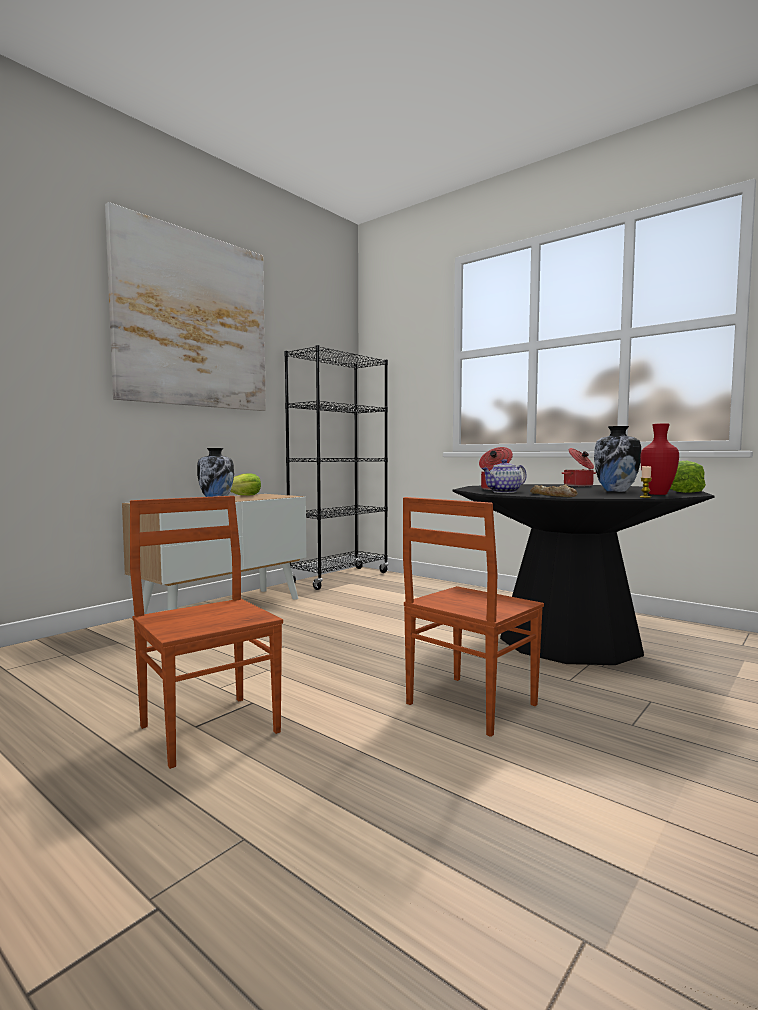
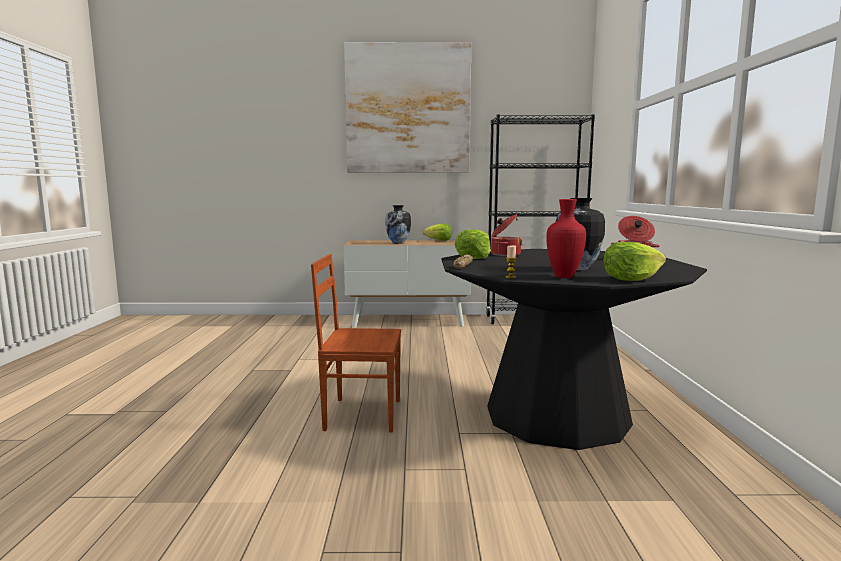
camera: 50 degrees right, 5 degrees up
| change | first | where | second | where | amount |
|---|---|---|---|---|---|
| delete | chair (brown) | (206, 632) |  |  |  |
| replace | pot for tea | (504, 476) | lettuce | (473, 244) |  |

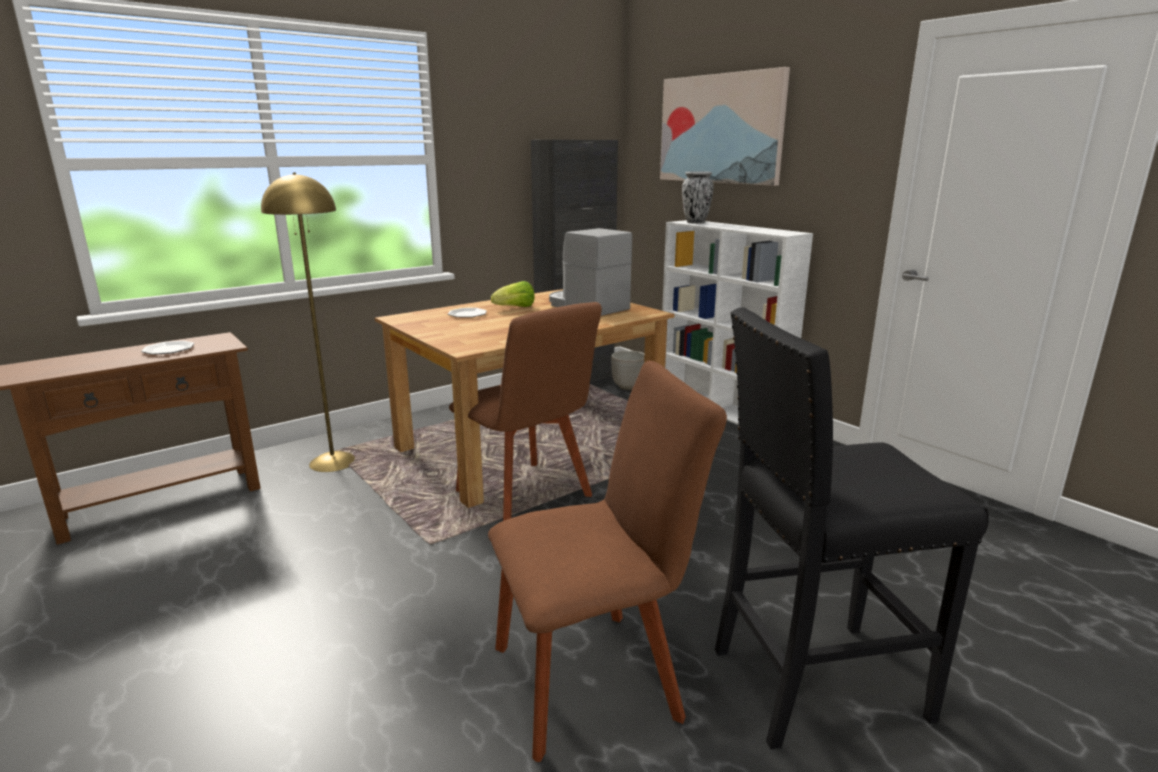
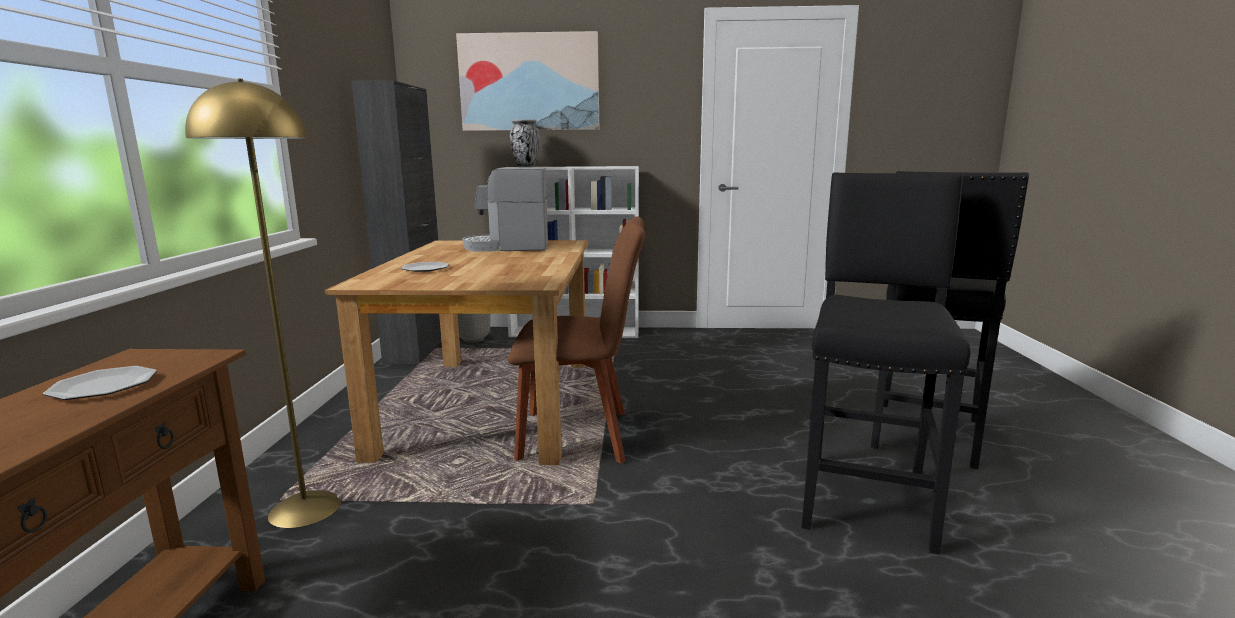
camera: 50 degrees left, 5 degrees down
| change | first | where | second | where | amount |
|---|---|---|---|---|---|
| delete | lettuce | (513, 294) |  |  |  |
| replace | chair (brown) | (607, 561) | stool (blackish) | (885, 363) |  |

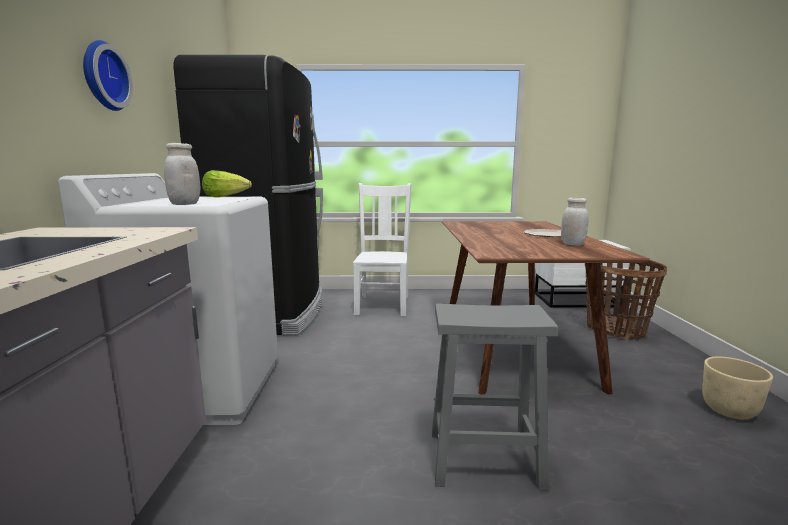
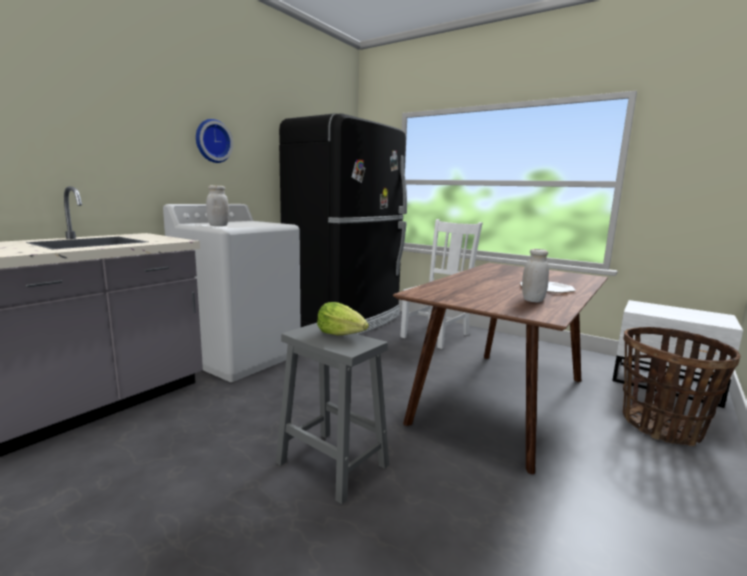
camera: 35 degrees right, 0 degrees up
| change | first | where | second | where | amount |
|---|---|---|---|---|---|
| delete | flower pot (sand-coloured) | (737, 388) |  |  |  |
| move | lettuce | (227, 183) |  | (343, 318) |  |

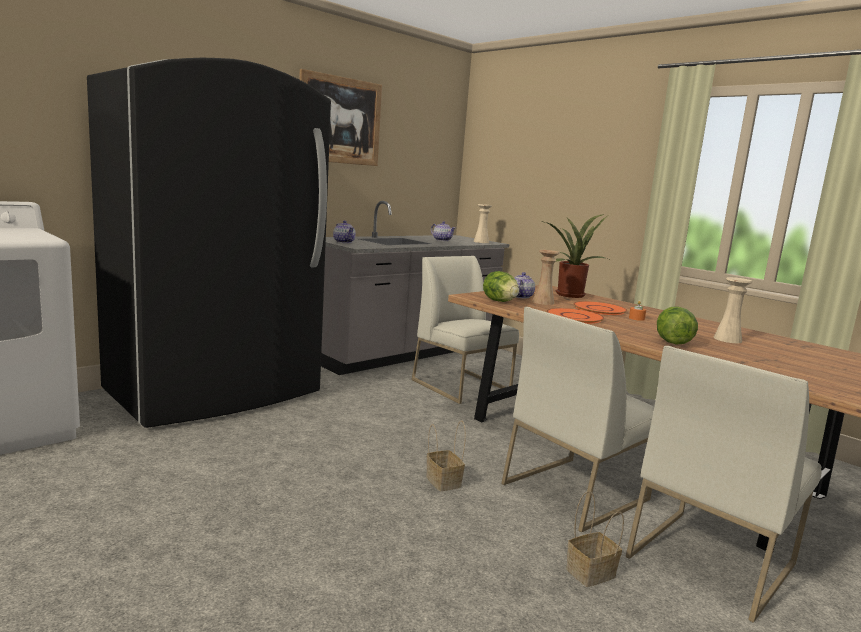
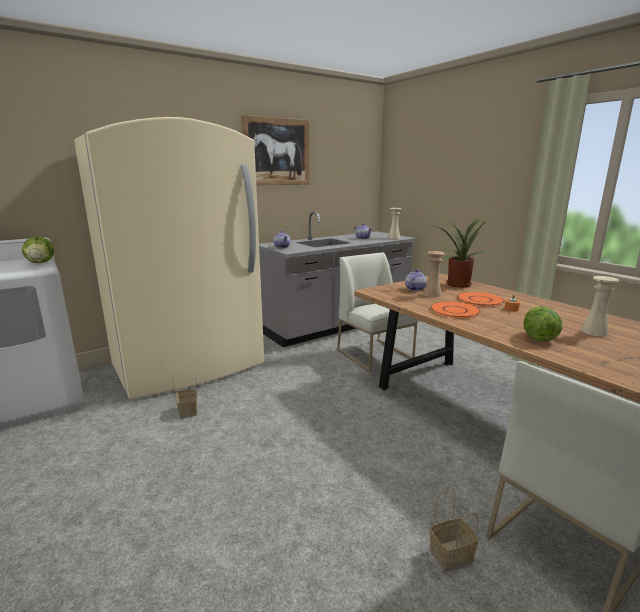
camera: 10 degrees right, 5 degrees up
| change | first | where | second | where | amount |
|---|---|---|---|---|---|
| delete | chair (white-coloured) | (577, 419) |  |  |  |
| move | household basket | (446, 456) |  | (184, 394) |  |
| move | lettuce | (501, 286) |  | (38, 249) |  |
| recolor | fridge (blackish) | (209, 243) | fridge (sand-coloured) | (169, 258) |  |

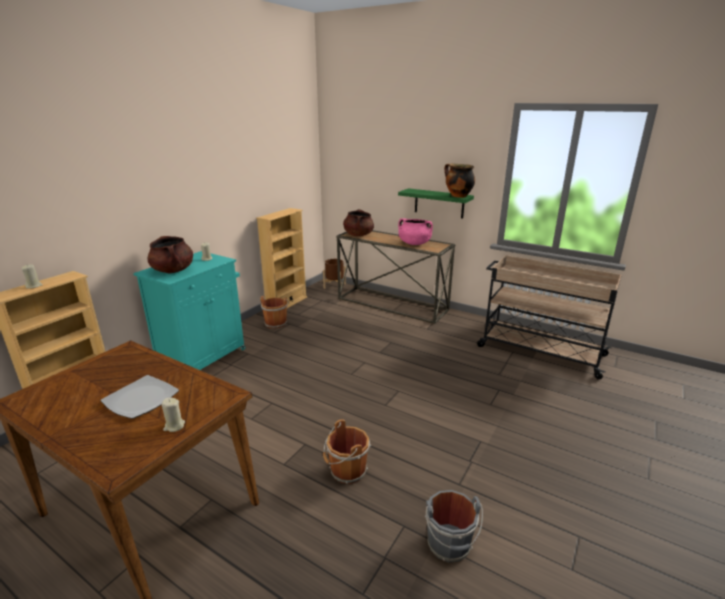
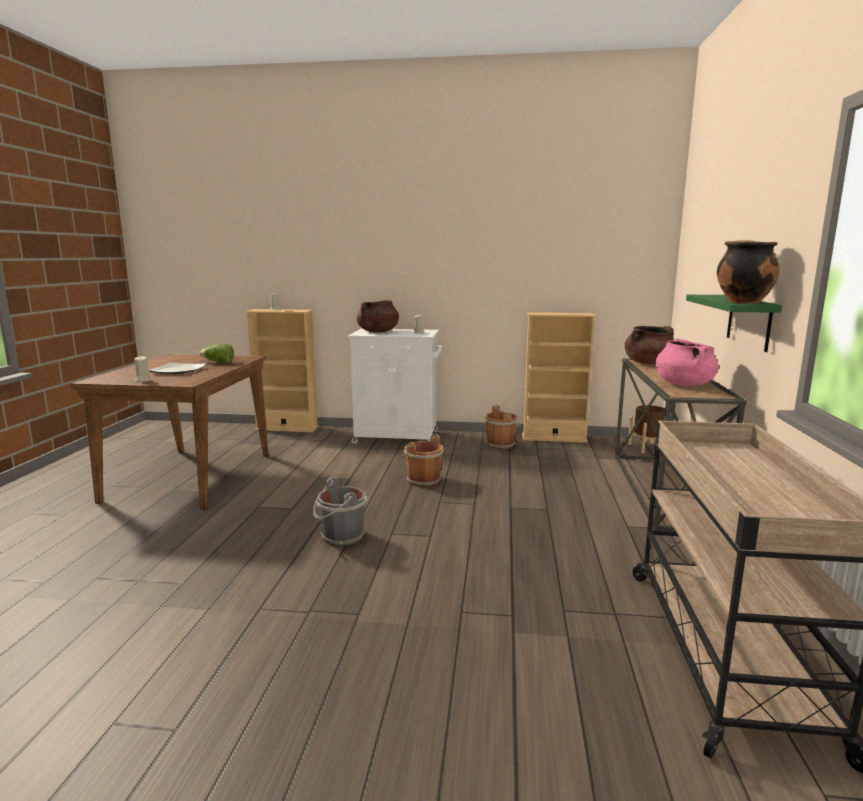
camera: 65 degrees right, 10 degrees down
| change | first | where | second | where | amount |
|---|---|---|---|---|---|
| insert |  |  | lettuce | (216, 353) |  |
| move | bucket (brown) | (347, 451) |  | (422, 460) |  |
| move | bucket (greyish) | (454, 526) |  | (340, 511) |  |
| recolor | cabinet (turquoise-coloured) | (189, 310) | cabinet (white-coloured) | (395, 386) |  |

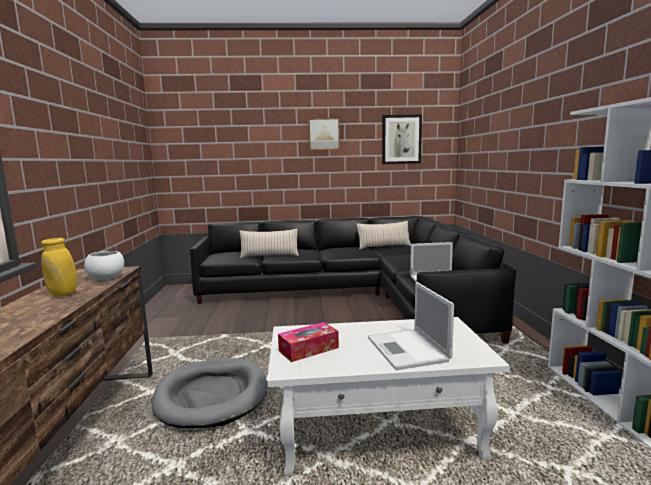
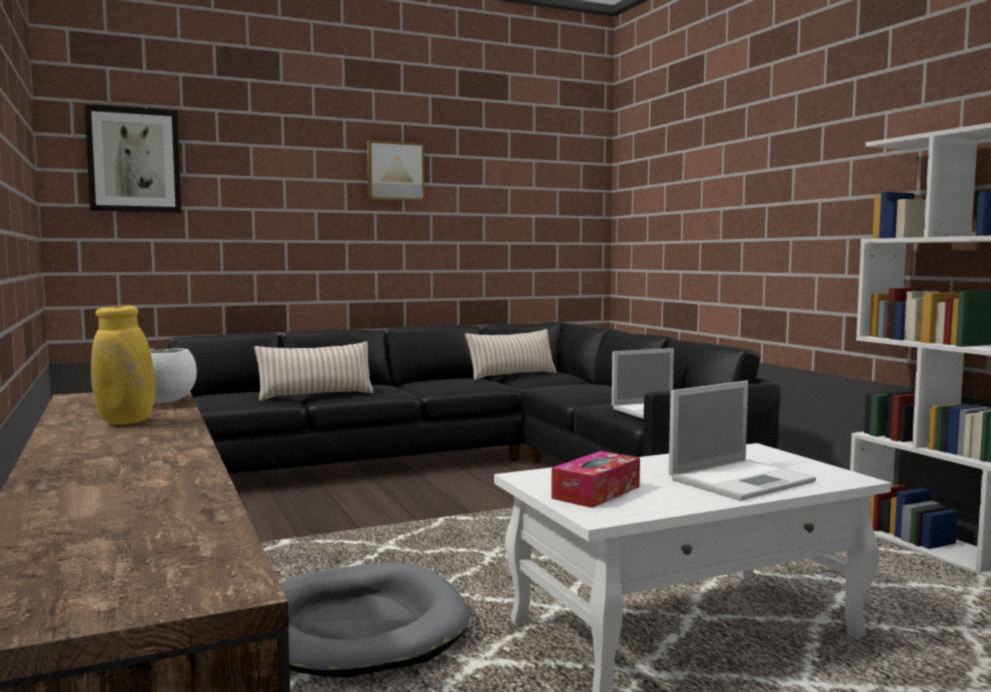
camera: 20 degrees left, 5 degrees down
| change | first | where | second | where | amount |
|---|---|---|---|---|---|
| move | wall picture | (402, 139) |  | (133, 159) |  |
| rotate | notebook computer | (411, 326) |  | (742, 441) | 90 degrees counterclockwise |

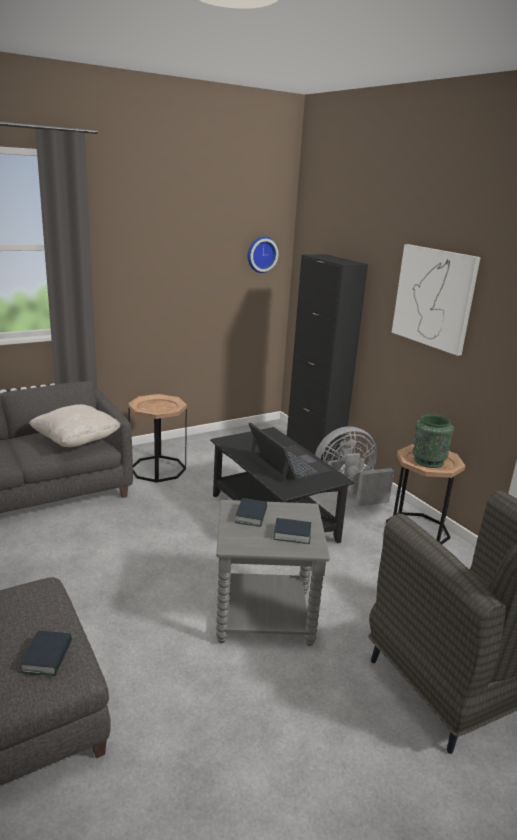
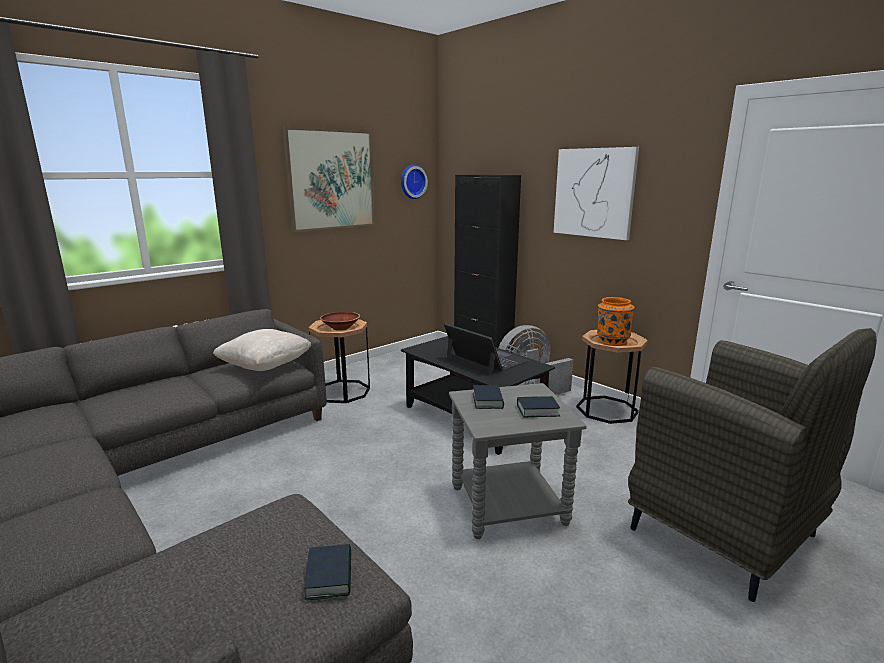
camera: 10 degrees left, 5 degrees down
| change | first | where | second | where | amount |
|---|---|---|---|---|---|
| insert |  |  | wall picture | (329, 179) |  |
| insert |  |  | deep dish (brown) | (340, 321) |  |
| recolor | vase (green) | (433, 441) | vase (orange-coloured) | (615, 321) |  |

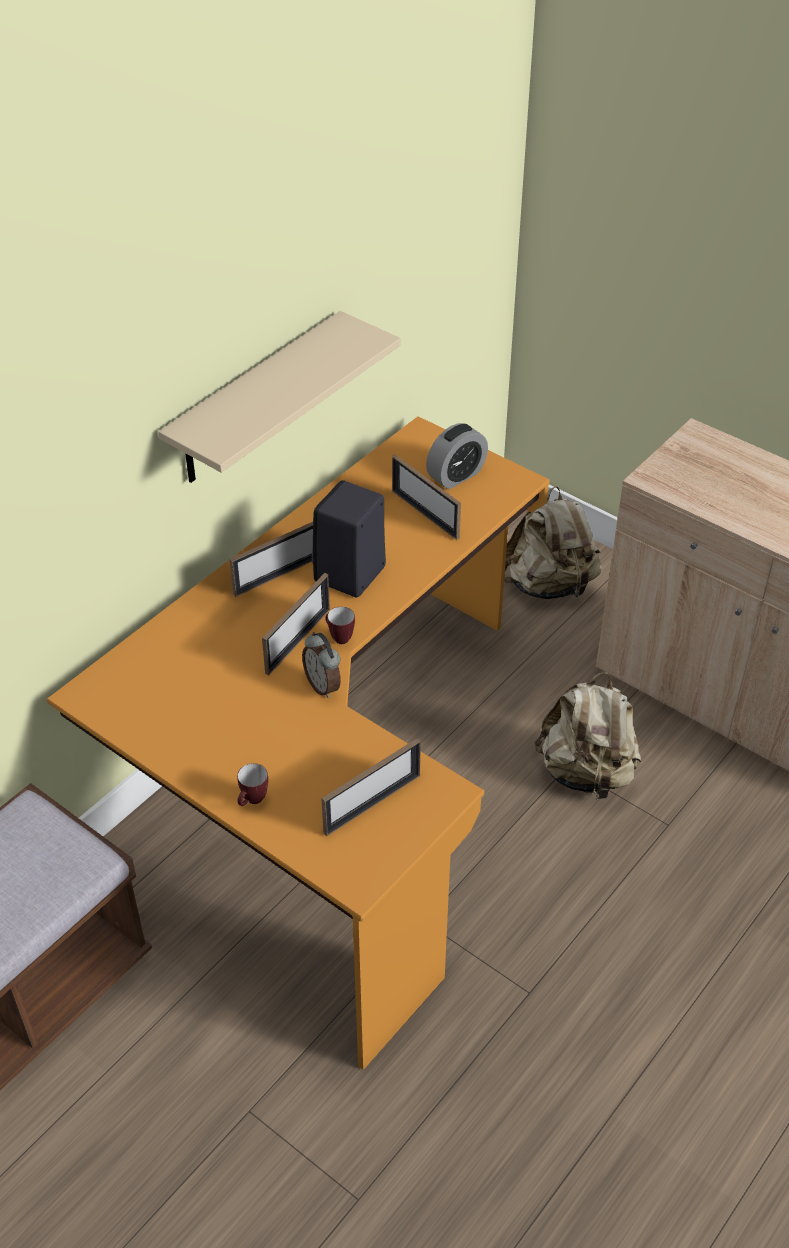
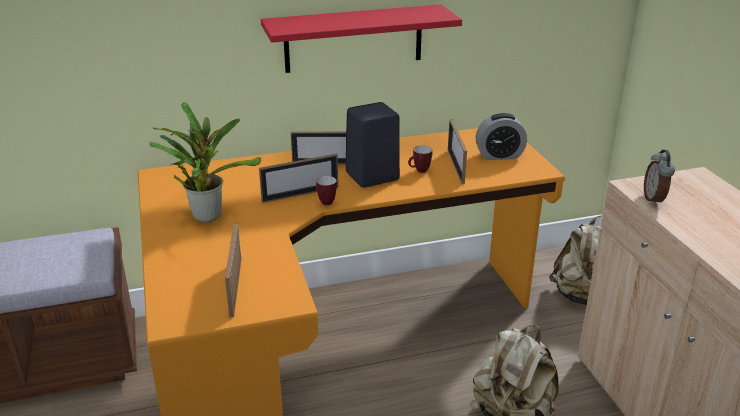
camera: 35 degrees right, 15 degrees down
| change | first | where | second | where | amount |
|---|---|---|---|---|---|
| insert |  |  | potted plant | (205, 162) |  |
| move | mug | (252, 784) |  | (420, 159) |  |
| move | bedside clock | (321, 665) |  | (659, 178) |  |
| recolor | shelf (sand-coloured) | (279, 397) | shelf (reddish) | (361, 38) |  |
| rotate | photo frame | (371, 787) |  | (233, 270) | 90 degrees clockwise |

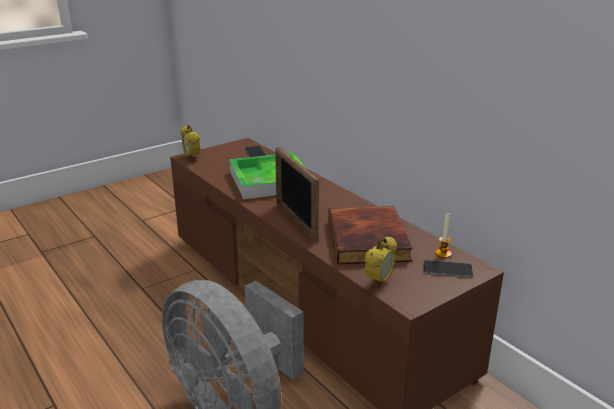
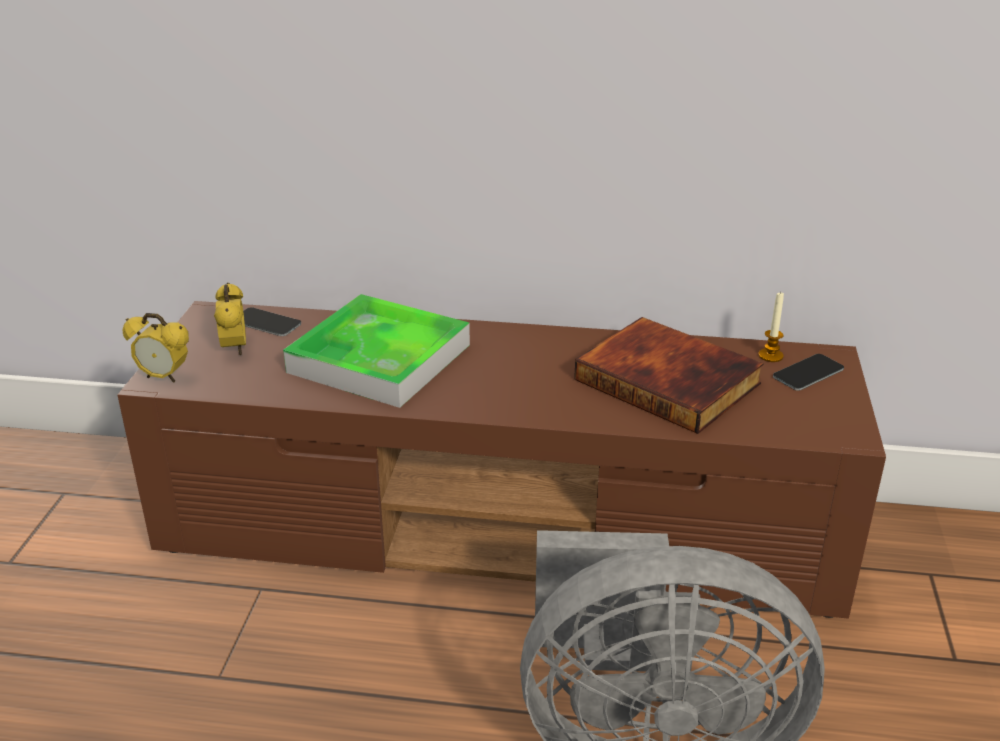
camera: 45 degrees left, 5 degrees up
| change | first | where | second | where | amount |
|---|---|---|---|---|---|
| delete | photo frame | (297, 194) |  |  |  |
| move | bedside clock | (381, 261) |  | (230, 319) |  |

